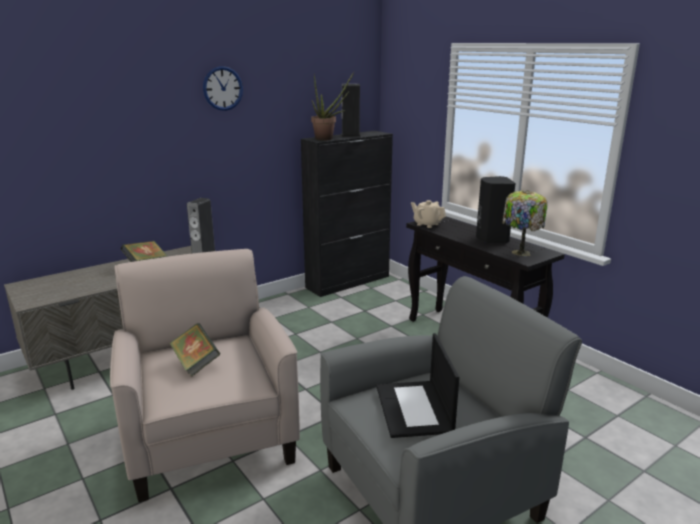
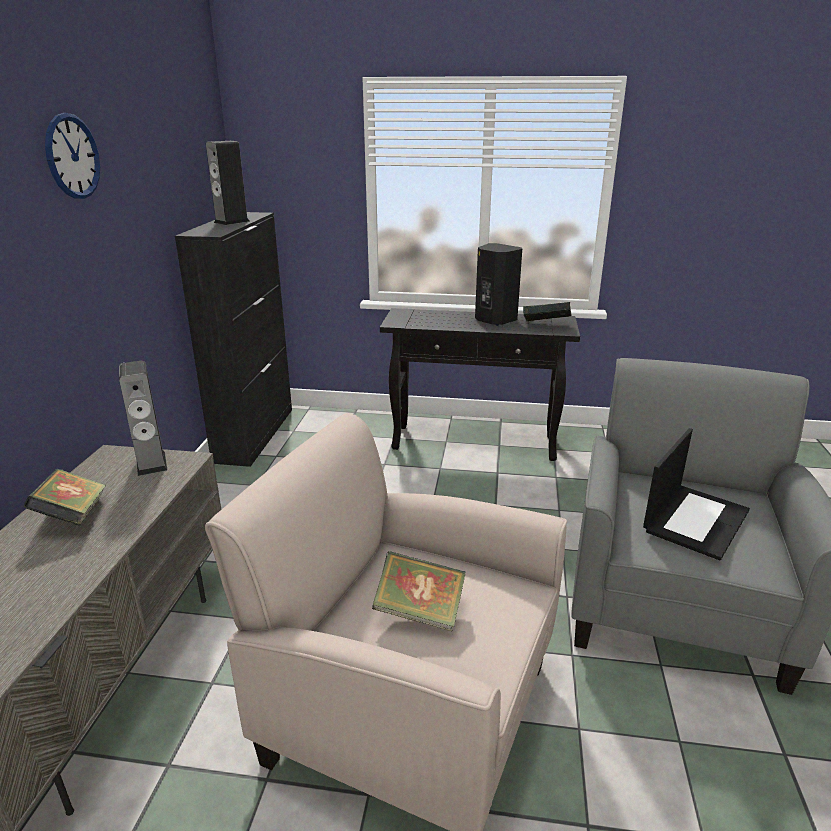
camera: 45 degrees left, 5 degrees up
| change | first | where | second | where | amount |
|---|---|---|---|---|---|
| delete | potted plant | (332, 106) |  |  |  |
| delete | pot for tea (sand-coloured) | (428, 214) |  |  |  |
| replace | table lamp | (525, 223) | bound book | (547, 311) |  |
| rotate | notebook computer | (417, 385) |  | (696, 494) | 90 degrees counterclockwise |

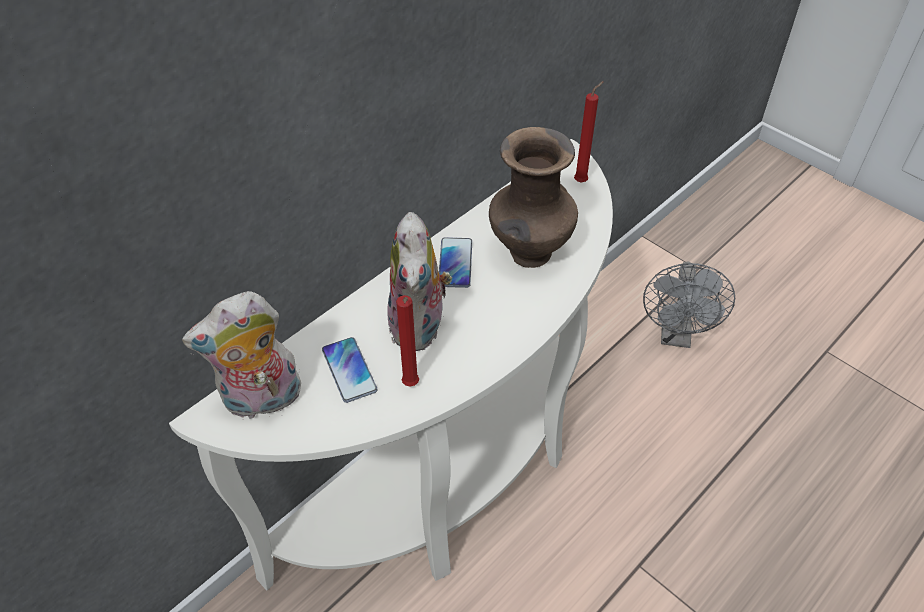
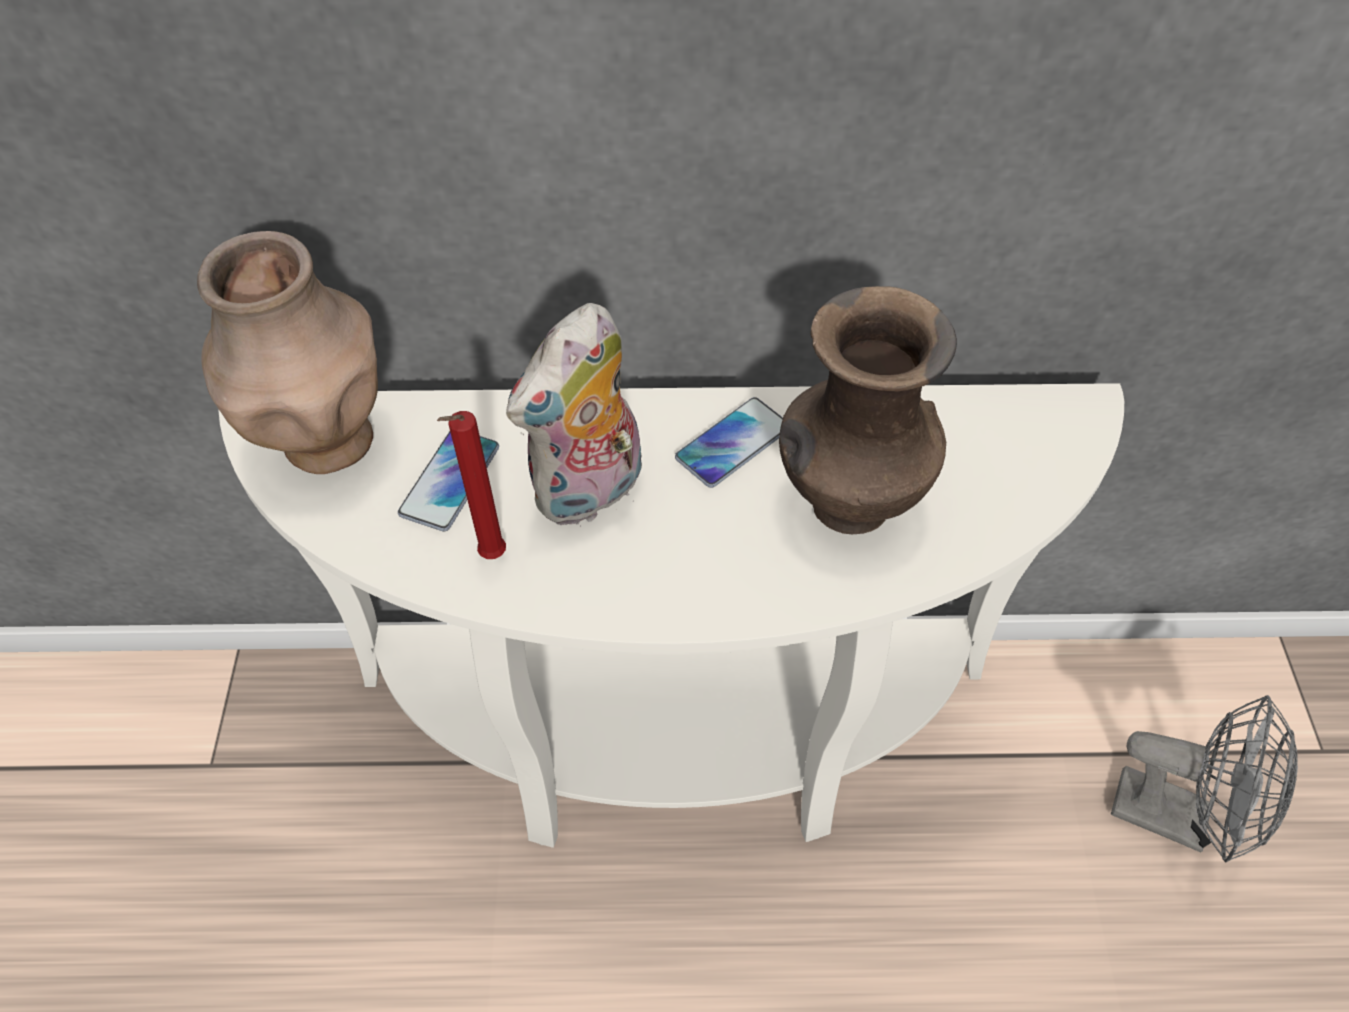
camera: 45 degrees right, 5 degrees up
| change | first | where | second | where | amount |
|---|---|---|---|---|---|
| delete | candle (reddish) | (589, 131) |  |  |  |
| replace | soft toy | (241, 355) | vase (brown) | (287, 352) |  |
| rotate | electric fan (greyish) | (689, 305) |  | (1204, 778) | 120 degrees counterclockwise |

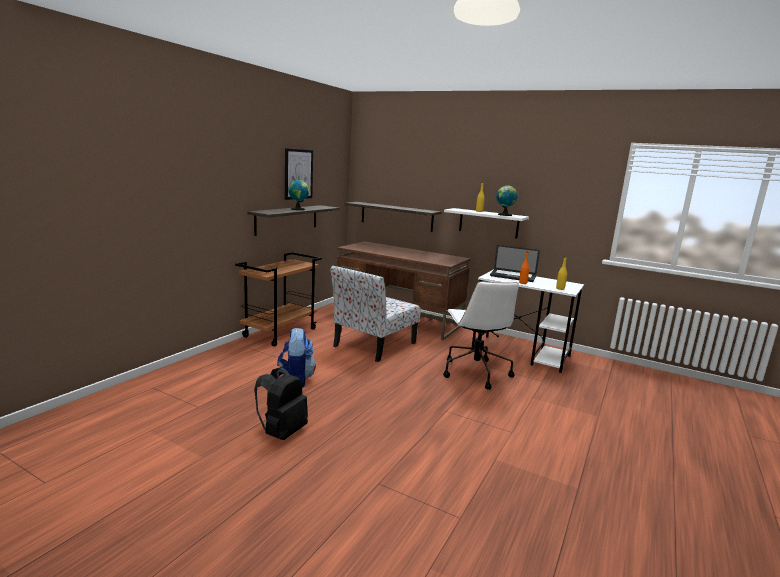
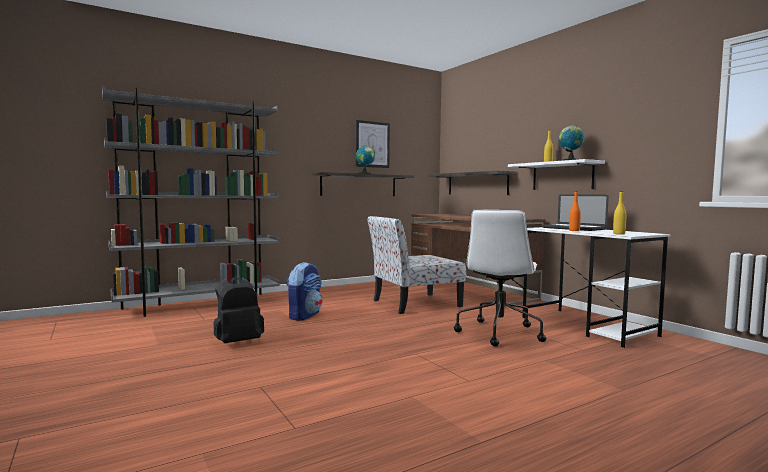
camera: 30 degrees right, 10 degrees down
| change | first | where | second | where | amount |
|---|---|---|---|---|---|
| delete | wheeled cart (brown) | (278, 299) |  |  |  |
| insert |  |  | shelving unit (greyish) | (191, 201) |  |

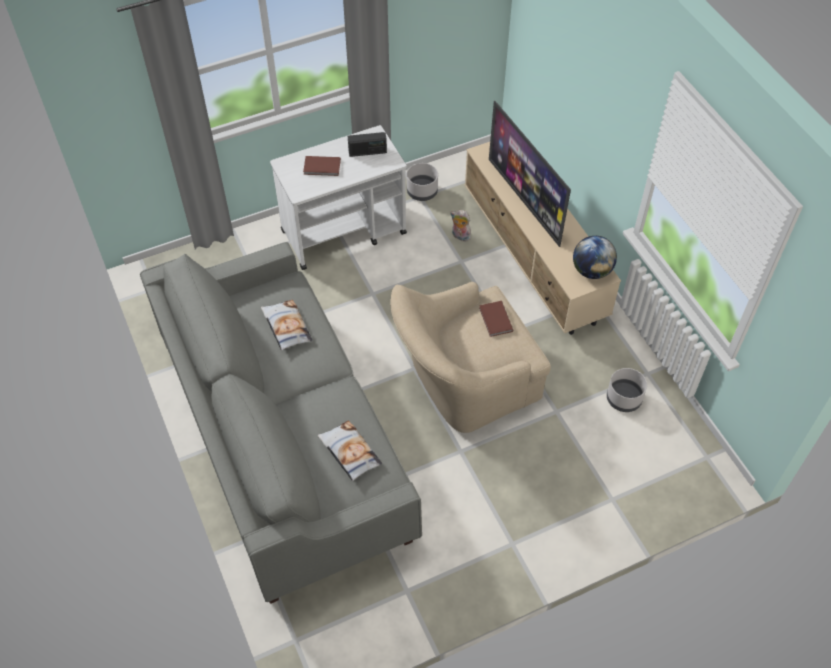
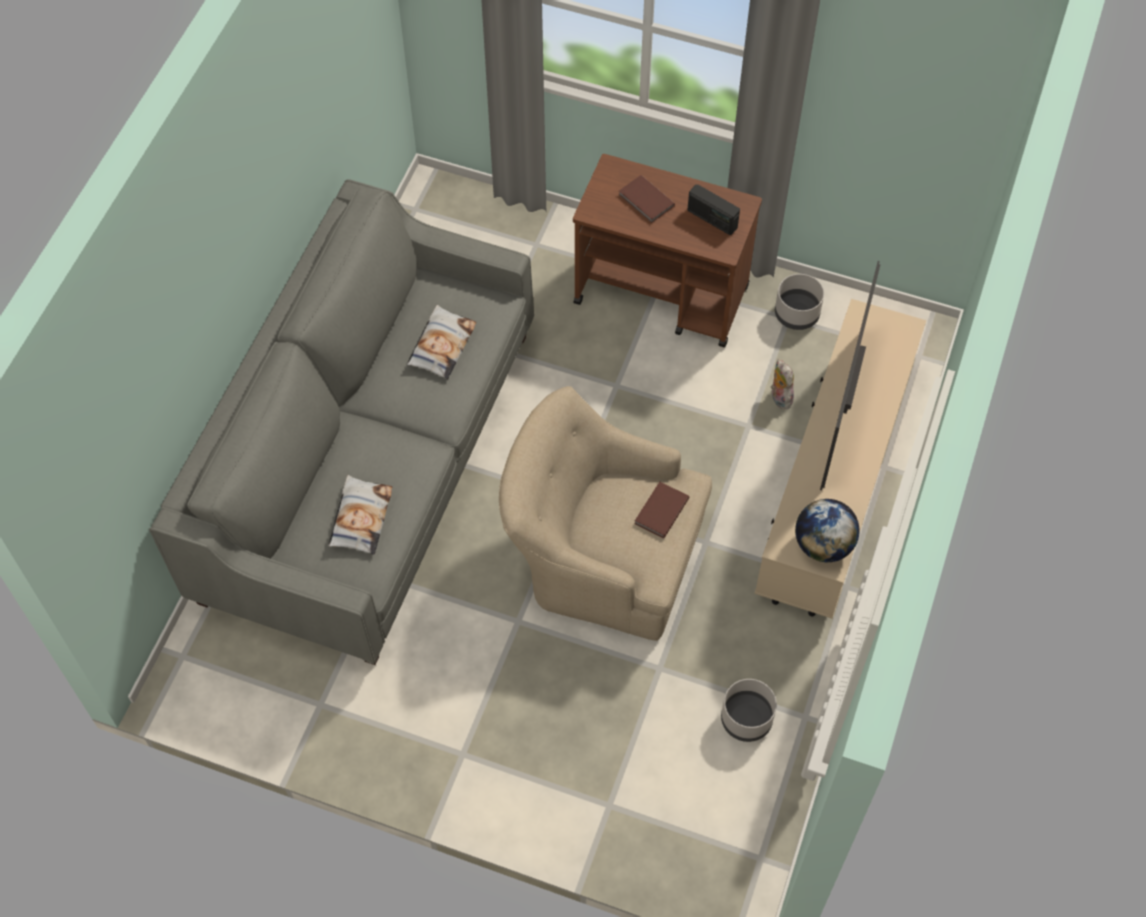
camera: 45 degrees right, 5 degrees up
| change | first | where | second | where | amount |
|---|---|---|---|---|---|
| recolor | wheeled cart (white-coloured) | (338, 197) | wheeled cart (brown) | (667, 250) |  |

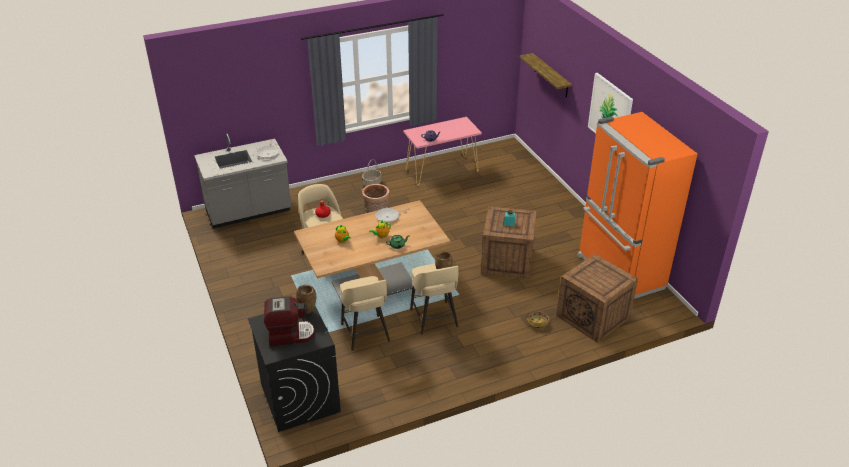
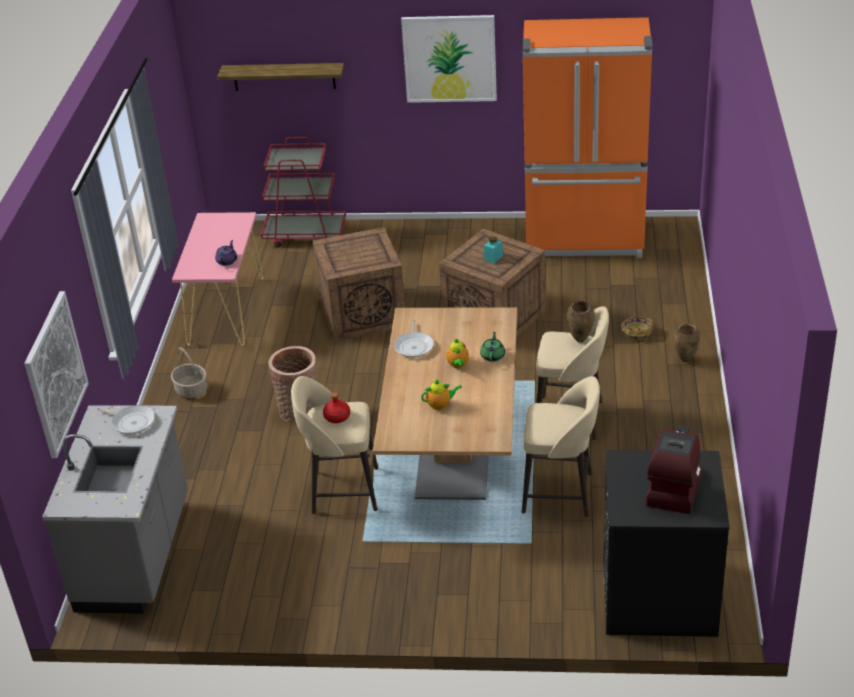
camera: 60 degrees left, 0 degrees up
| change | first | where | second | where | amount |
|---|---|---|---|---|---|
| insert |  |  | wall picture | (56, 374) |  |
| insert |  |  | wheeled cart (reddish) | (303, 192) |  |
| move | vase (brown) | (306, 299) |  | (687, 343) |  |
| move | shipping crate | (597, 298) |  | (359, 284) |  |

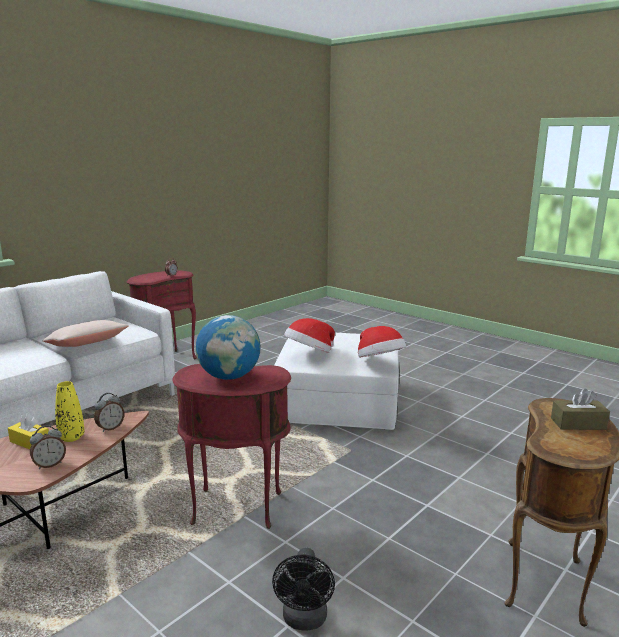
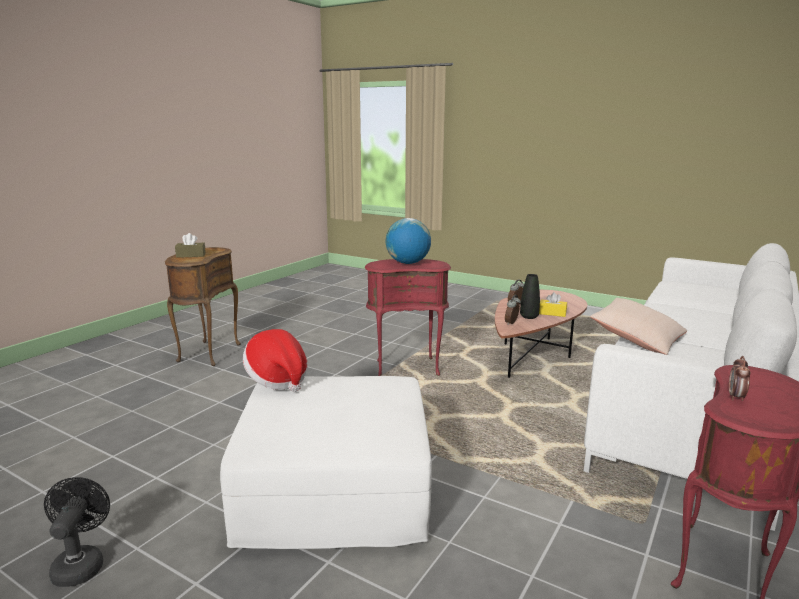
camera: 170 degrees right, 0 degrees up
| change | first | where | second | where | amount |
|---|---|---|---|---|---|
| delete | clothing hat | (309, 335) |  |  |  |
| move | electric fan (blackish) | (303, 589) |  | (77, 532) |  |
| recolor | vase (yellowish) | (70, 411) | vase (blackish) | (530, 296) |  |

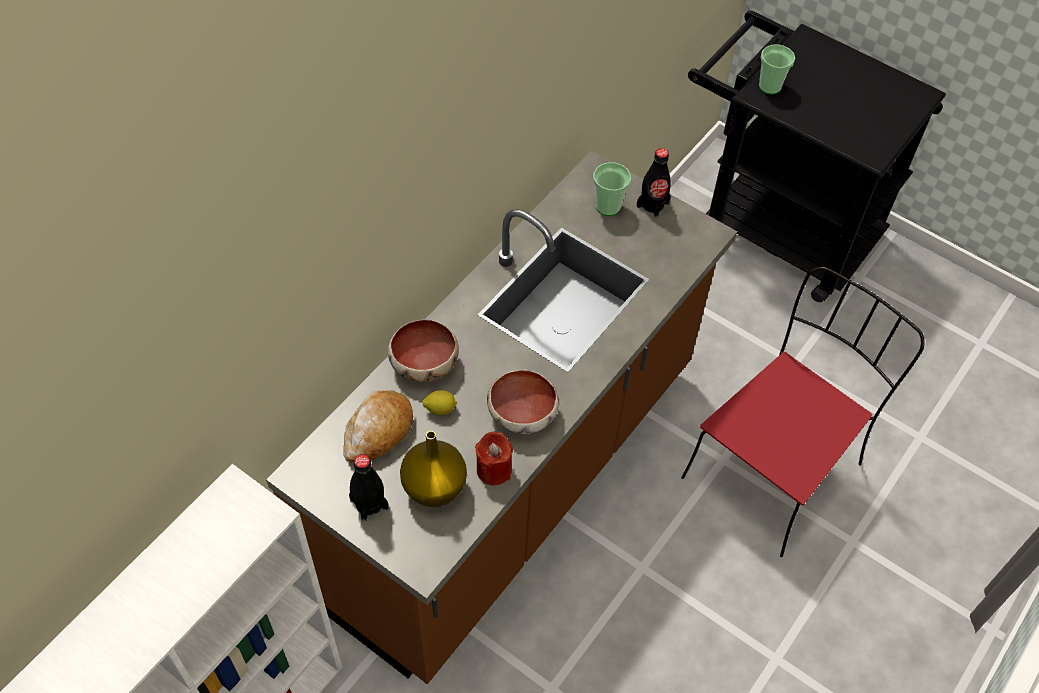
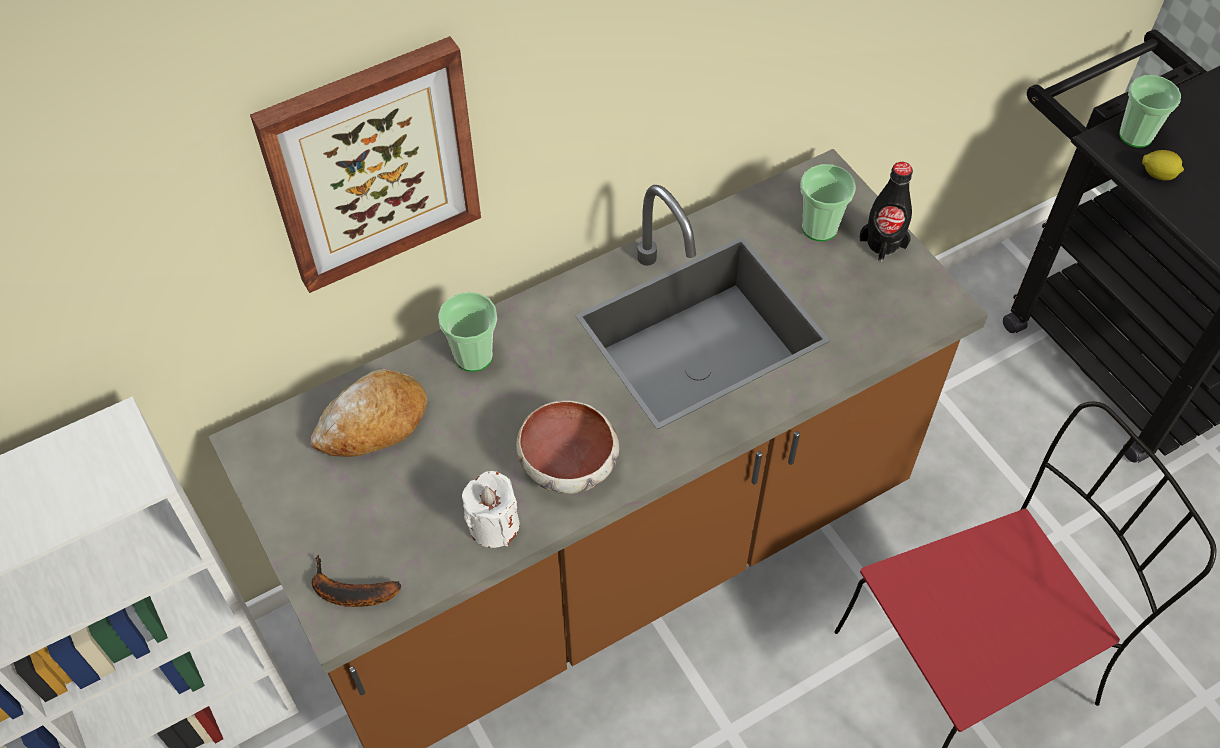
camera: 25 degrees right, 0 degrees up
| change | first | where | second | where | amount |
|---|---|---|---|---|---|
| delete | drink bottle (blackish) | (369, 488) |  |  |  |
| delete | vase (yellowish) | (433, 469) |  |  |  |
| insert |  |  | wall picture | (365, 164) |  |
| insert |  |  | banana fruit | (356, 581) |  |
| move | whole lemon | (439, 402) |  | (1163, 165) |  |
| replace | deep dish | (423, 350) | small cup | (467, 332) |  |
| recolor | candle (reddish) | (494, 458) | candle (white-coloured) | (491, 509) |  |

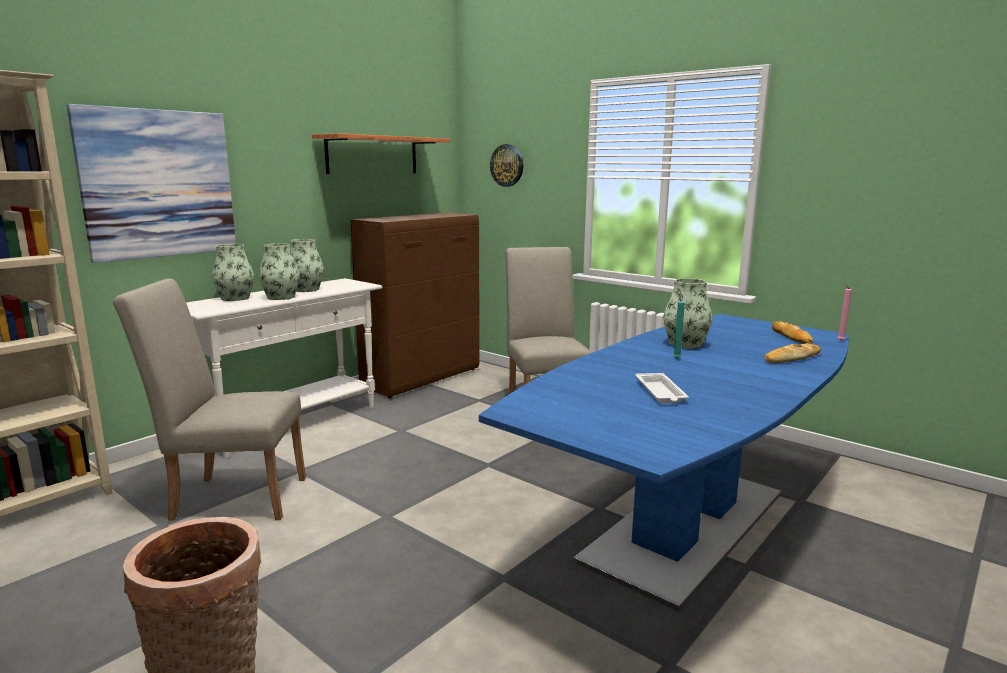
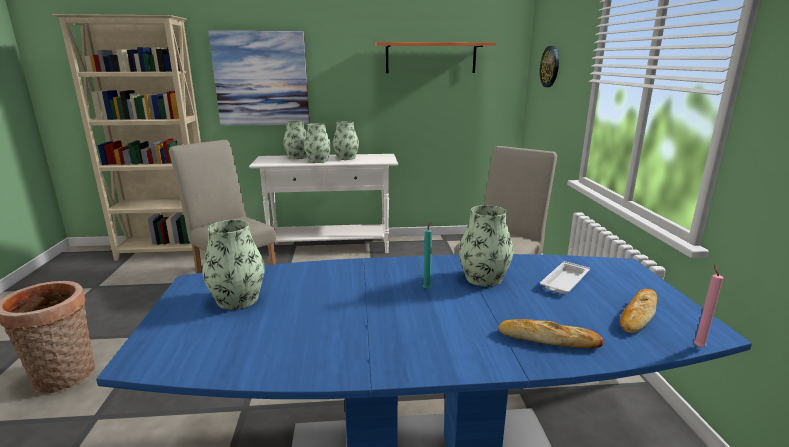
camera: 45 degrees right, 5 degrees up
| change | first | where | second | where | amount |
|---|---|---|---|---|---|
| delete | cabinet (brown) | (415, 305) |  |  |  |
| insert |  |  | vase | (233, 265) |  |
| move | tray (white-coloured) | (662, 388) |  | (565, 277) |  |

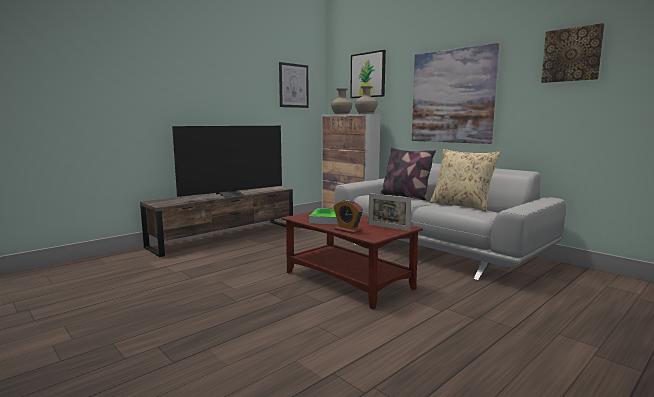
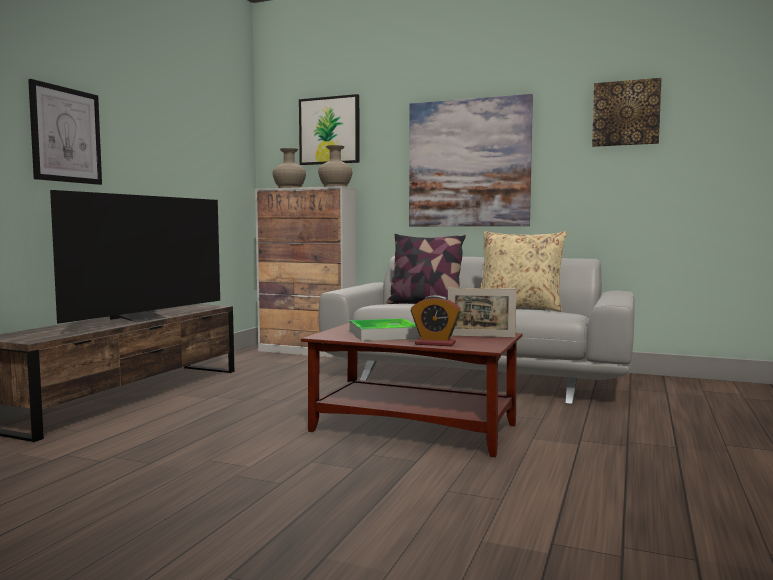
camera: 25 degrees left, 5 degrees down
| change | first | where | second | where | amount |
|---|---|---|---|---|---|
| move | wall picture | (294, 85) |  | (65, 132) |  |

